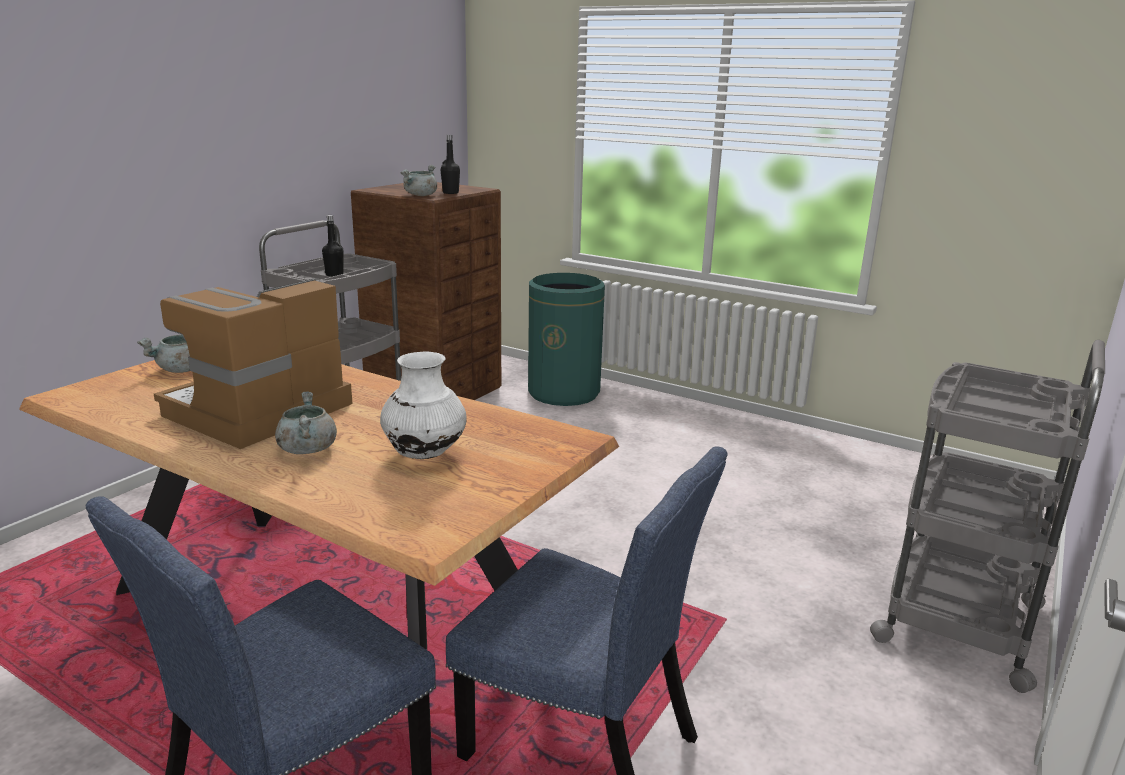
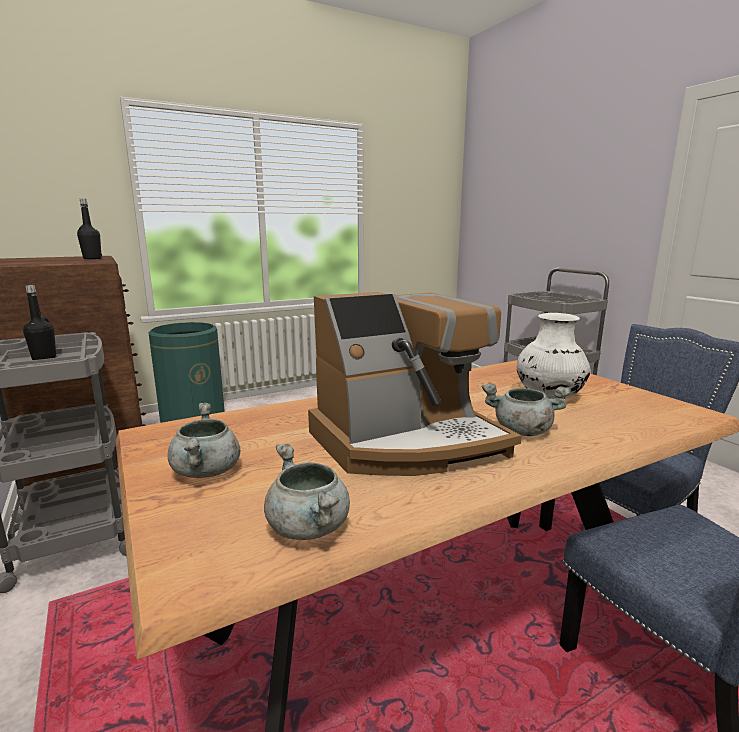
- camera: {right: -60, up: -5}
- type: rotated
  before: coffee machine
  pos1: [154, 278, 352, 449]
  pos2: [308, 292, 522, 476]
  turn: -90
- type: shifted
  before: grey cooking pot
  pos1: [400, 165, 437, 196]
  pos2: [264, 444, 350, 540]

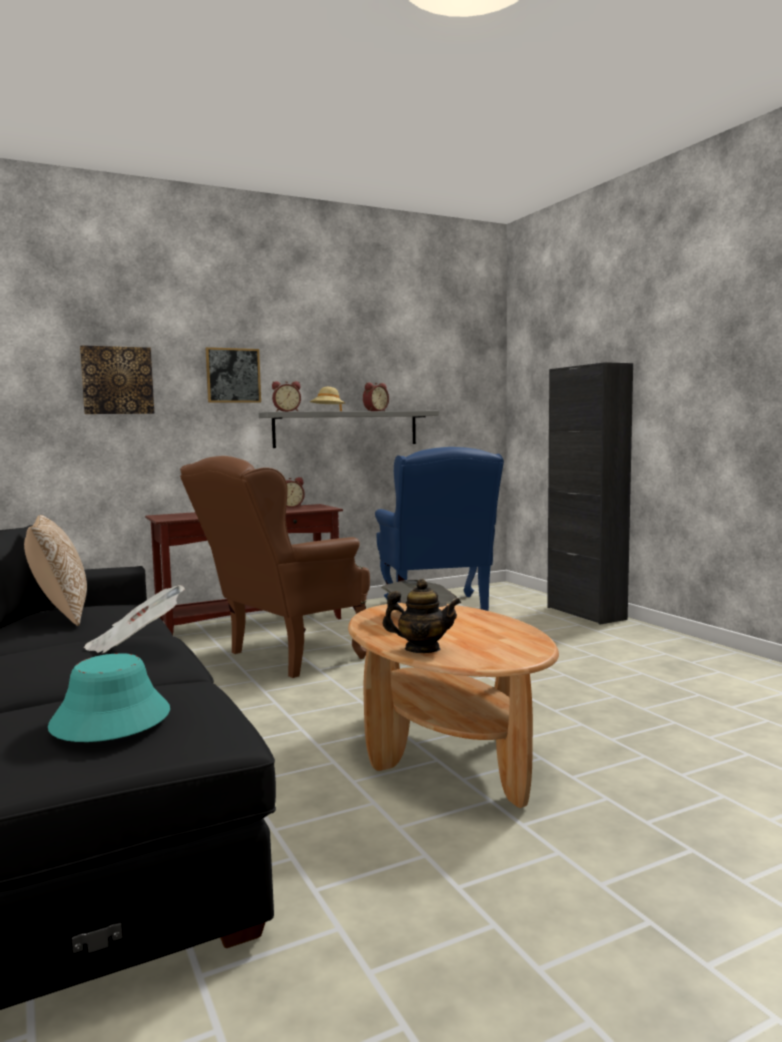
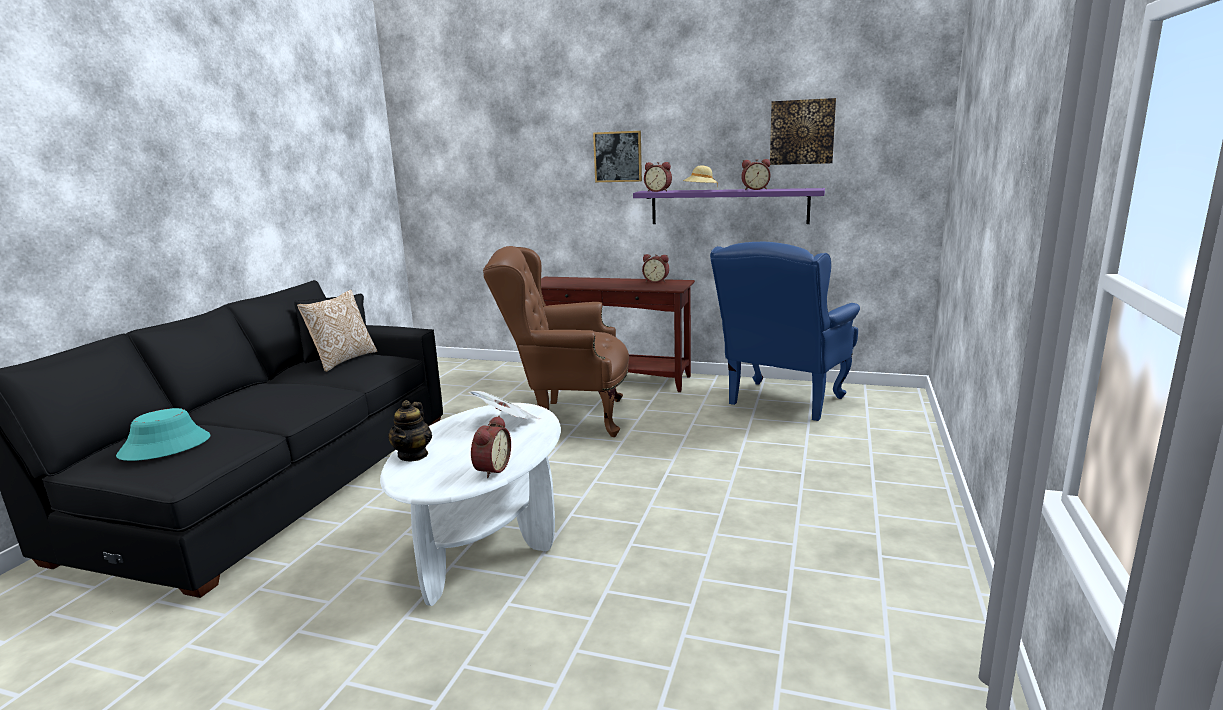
- camera: {right: 45, up: 10}
- type: shifted
  before: picture
  pos1: [80, 345, 154, 414]
  pos2: [770, 98, 836, 165]
- type: gone
  before: newspaper
  pos1: [84, 585, 185, 653]
- type: repainted
  before: grey shelf
  after: purple shelf
  pos1: [259, 411, 439, 448]
  pos2: [633, 188, 825, 224]
- type: repainted
  before: brown coffee table
  after: white coffee table
  pos1: [348, 603, 559, 808]
  pos2: [380, 403, 561, 606]
- type: rotated
  before: teapot
  pos1: [383, 579, 461, 653]
  pos2: [388, 400, 432, 461]
  turn: 45
- type: gone
  before: black cabinet
  pos1: [547, 362, 633, 625]
- type: new
  after: alarm clock
  pos2: [471, 416, 511, 478]

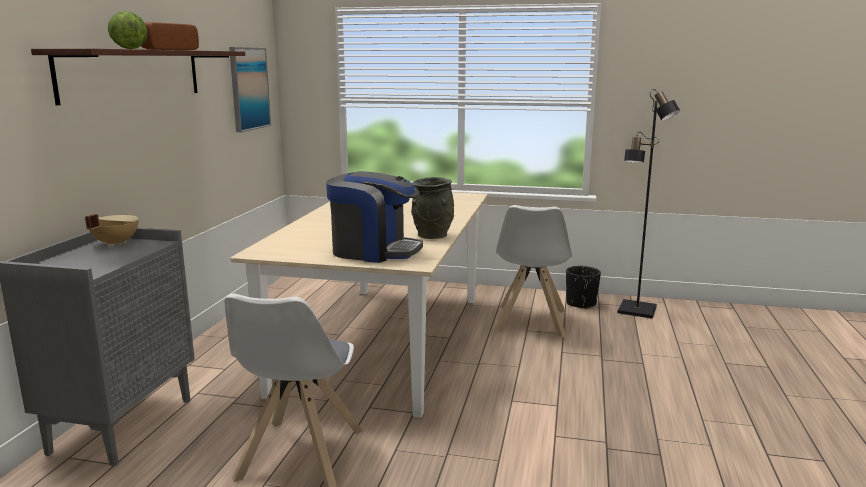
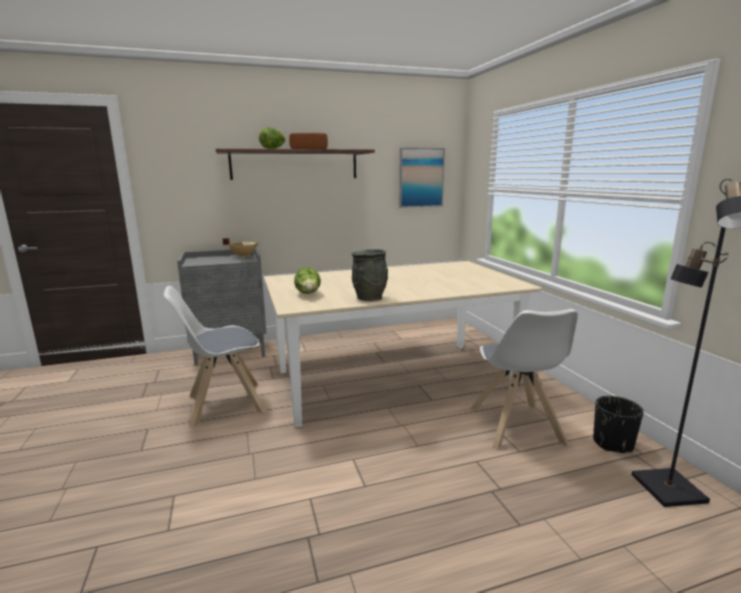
- camera: {right: 60, up: 0}
- type: swapped
  before: coffee machine
  after: lettuce
  pos1: [326, 171, 423, 263]
  pos2: [294, 267, 321, 294]
- type: rotated
  before: chair
  pos1: [494, 205, 572, 338]
  pos2: [470, 309, 578, 449]
  turn: -75

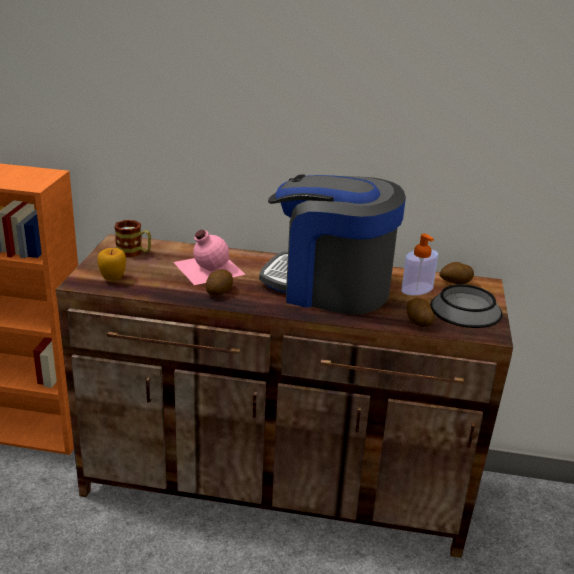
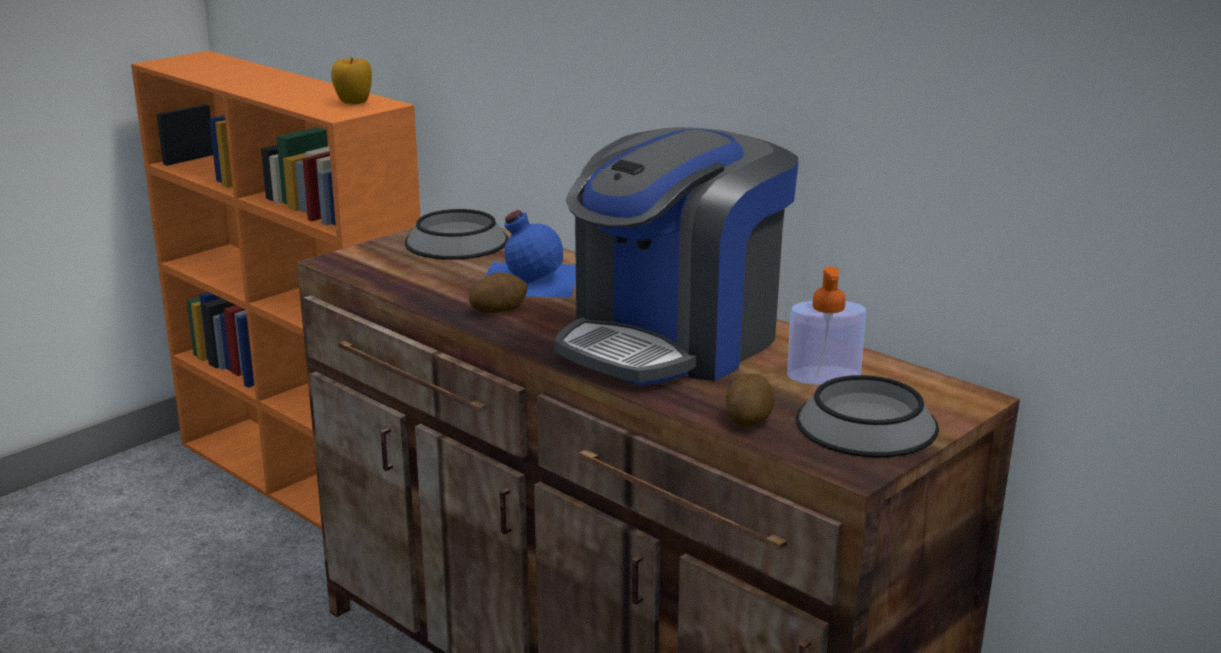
- camera: {right: 35, up: -5}
- type: shifted
  before: apple
  pos1: [97, 248, 126, 281]
  pos2: [331, 58, 372, 104]
- type: swapped
  before: mug
  after: bowl
  pos1: [114, 220, 151, 257]
  pos2: [405, 209, 508, 260]
- type: repainted
  before: pink bottle
  after: blue bottle
  pos1: [173, 230, 246, 285]
  pos2: [485, 210, 576, 298]
- type: rotated
  before: coffee machine
  pos1: [259, 174, 406, 315]
  pos2: [554, 127, 799, 385]
  turn: -105
- type: gone
  before: potato
  pos1: [439, 262, 474, 284]

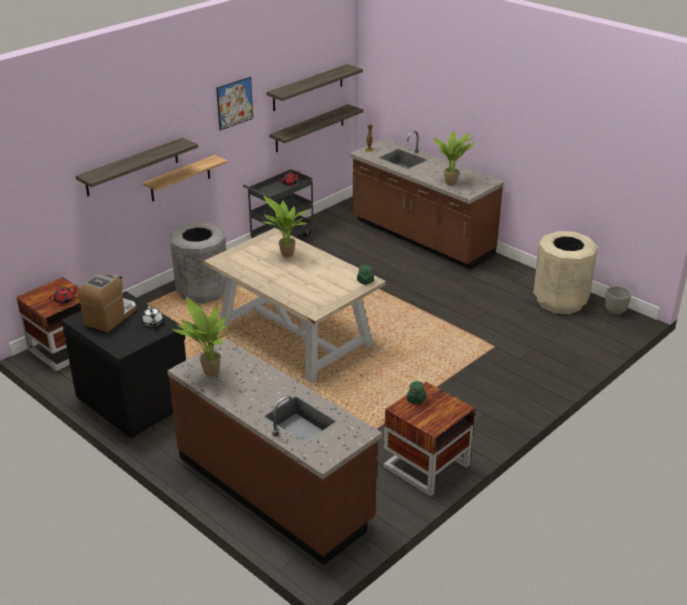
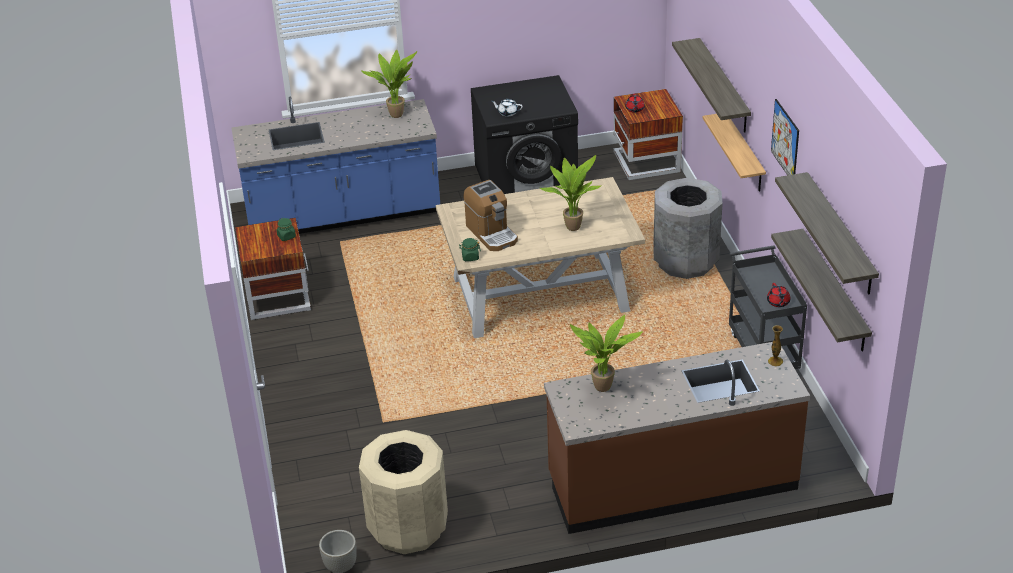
- camera: {right: 125, up: 5}
- type: shifted
  before: coffee machine
  pos1: [78, 274, 137, 332]
  pos2: [463, 180, 518, 251]
- type: repainted
  before: brown counter
  after: blue counter
  pos1: [167, 339, 382, 565]
  pos2: [231, 97, 440, 234]

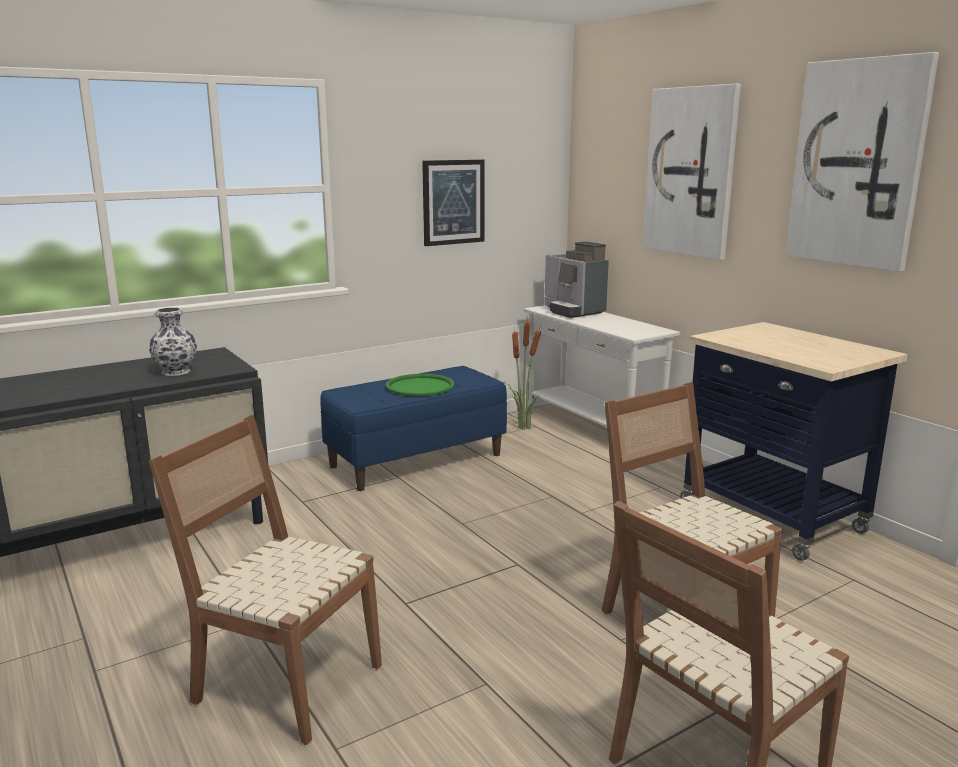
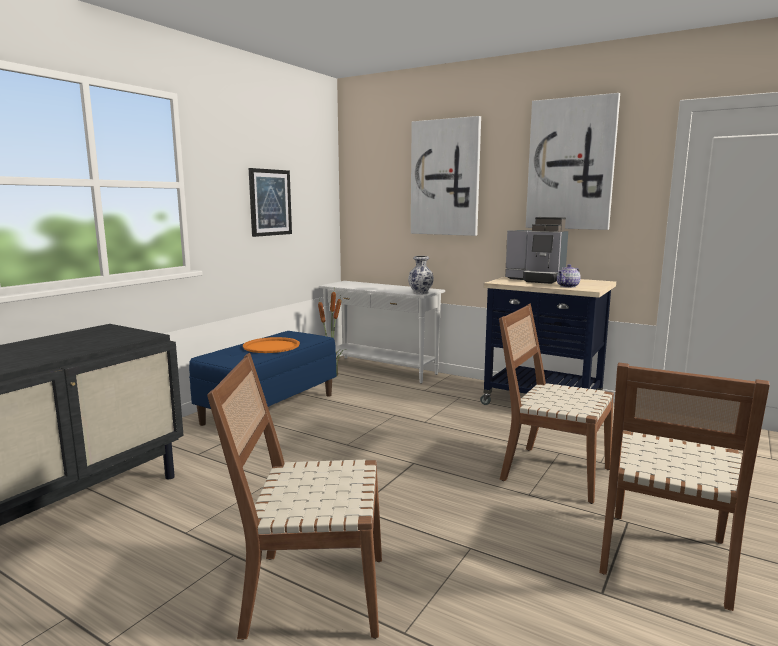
- camera: {right: -25, up: -5}
- type: shifted
  before: vase
  pos1: [149, 307, 197, 376]
  pos2: [408, 256, 434, 295]
- type: repainted
  before: green tray
  after: orange tray
  pos1: [386, 374, 454, 396]
  pos2: [243, 337, 300, 353]
- type: shifted
  before: coffee machine
  pos1: [544, 241, 609, 318]
  pos2: [505, 217, 568, 284]
- type: new
  after: teapot
  pos2: [557, 264, 581, 288]

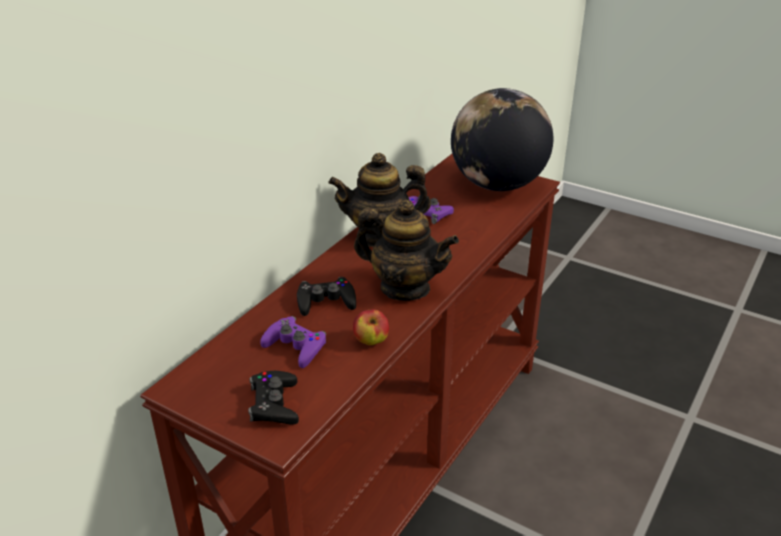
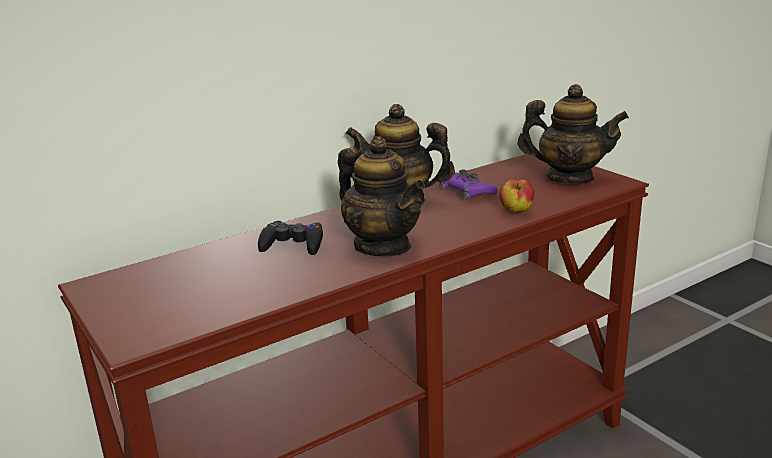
- camera: {right: 25, up: -10}
- type: gone
  before: black game controller
  pos1: [248, 371, 299, 425]
- type: gone
  before: purple game controller
  pos1: [260, 316, 326, 368]
- type: shifted
  before: apple
  pos1: [353, 309, 389, 345]
  pos2: [499, 178, 534, 213]
- type: swapped
  before: globe
  after: teapot
  pos1: [451, 88, 553, 191]
  pos2: [517, 84, 629, 184]

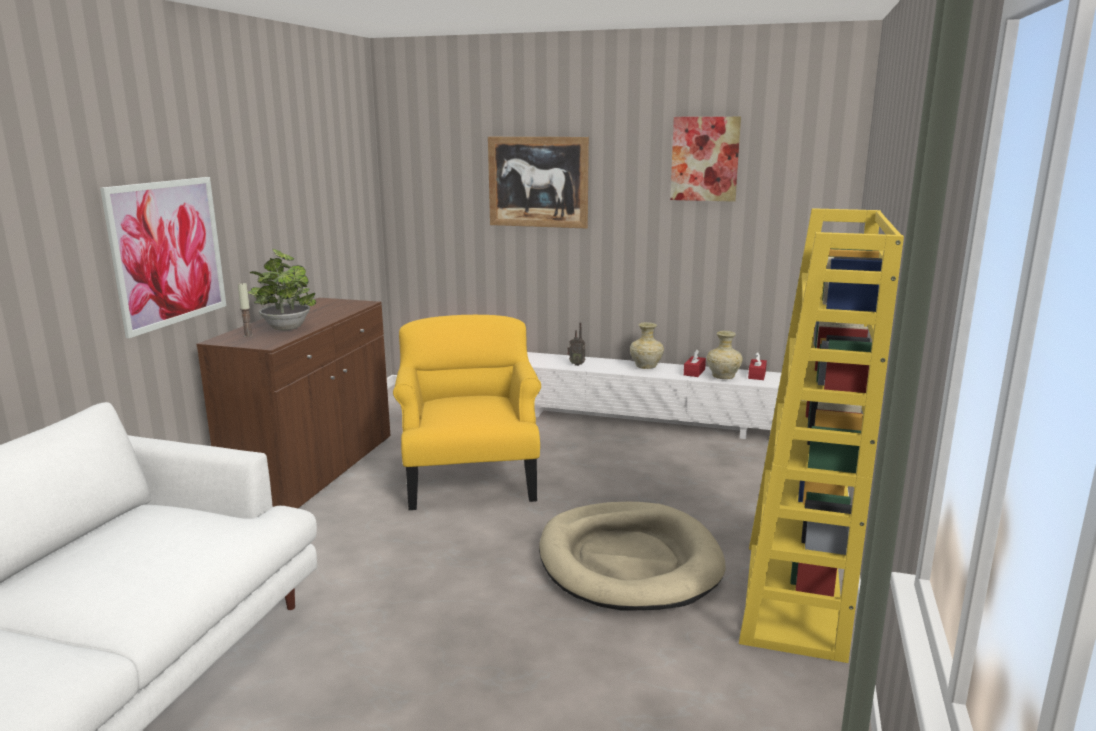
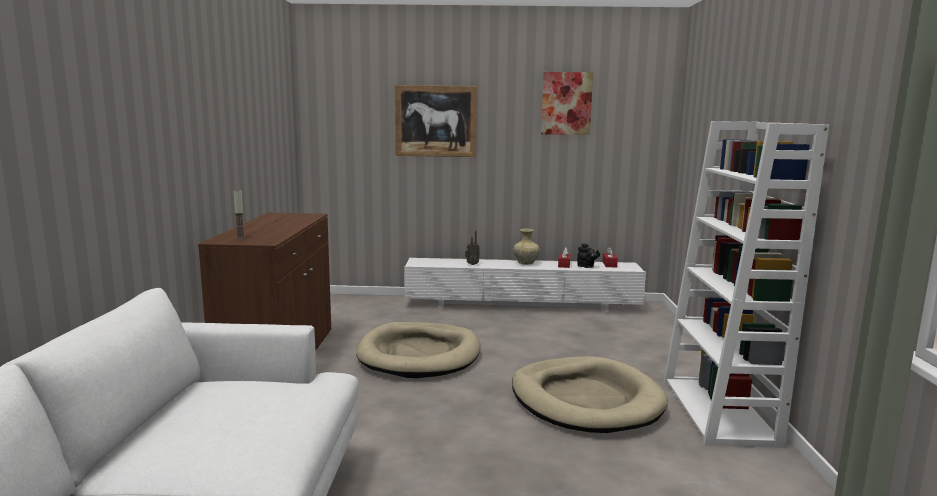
- camera: {right: -15, up: -5}
- type: gone
  before: picture
  pos1: [100, 177, 226, 338]
- type: gone
  before: potted plant
  pos1: [248, 249, 316, 330]
- type: swapped
  before: yellow armchair
  after: beige dog bed
  pos1: [393, 315, 541, 510]
  pos2: [356, 322, 480, 378]
- type: swapped
  before: beige vase
  after: black teapot
  pos1: [707, 331, 743, 379]
  pos2: [577, 243, 600, 268]
- type: repainted
  before: yellow bookcase
  after: white bookcase
  pos1: [739, 208, 904, 663]
  pos2: [663, 121, 829, 448]

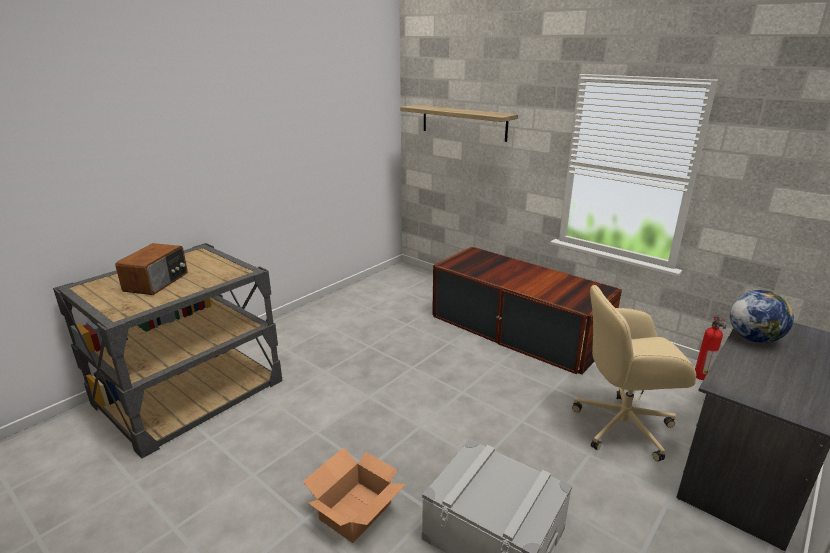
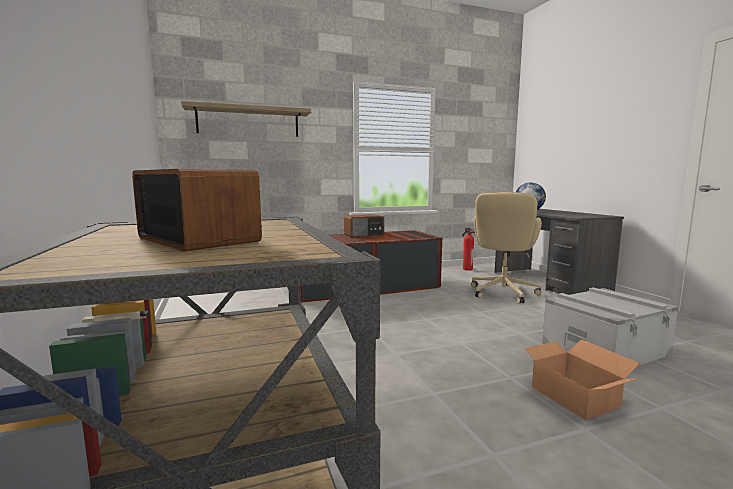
- camera: {right: -60, up: -15}
- type: new
  after: radio
  pos2: [344, 214, 384, 238]

